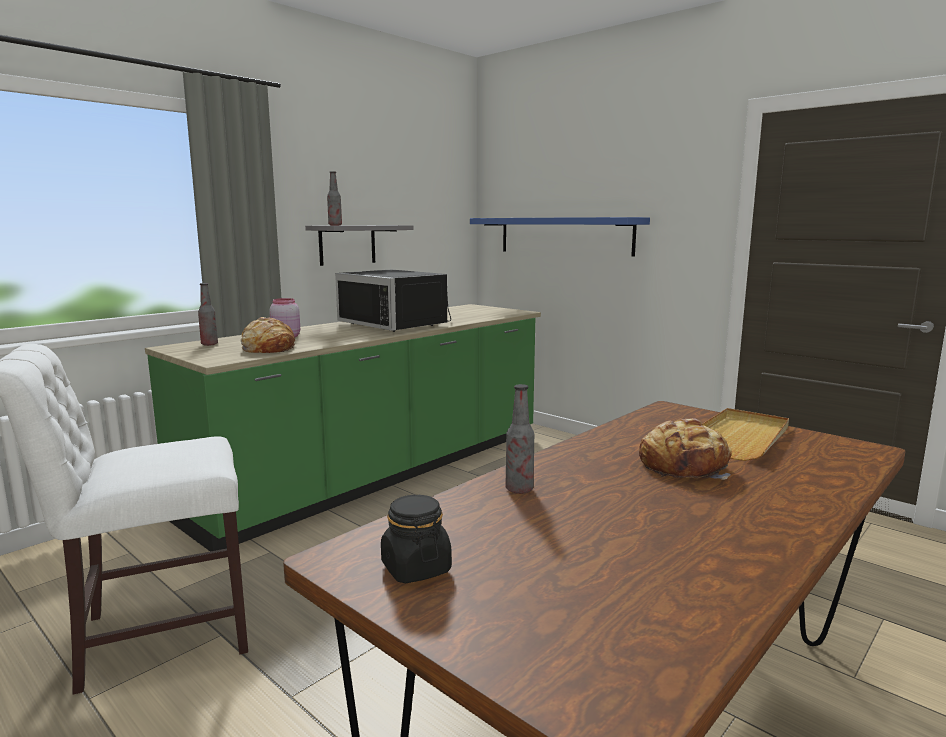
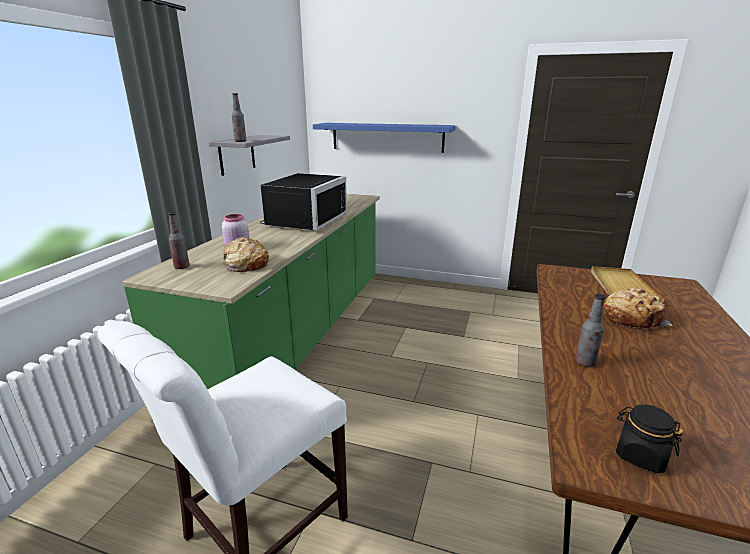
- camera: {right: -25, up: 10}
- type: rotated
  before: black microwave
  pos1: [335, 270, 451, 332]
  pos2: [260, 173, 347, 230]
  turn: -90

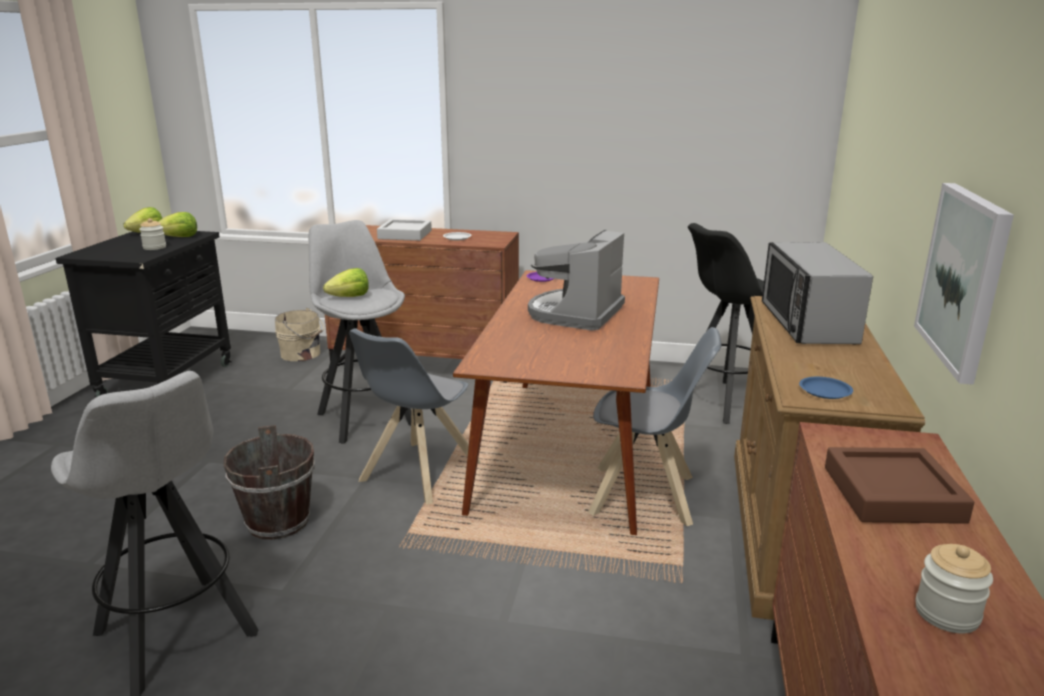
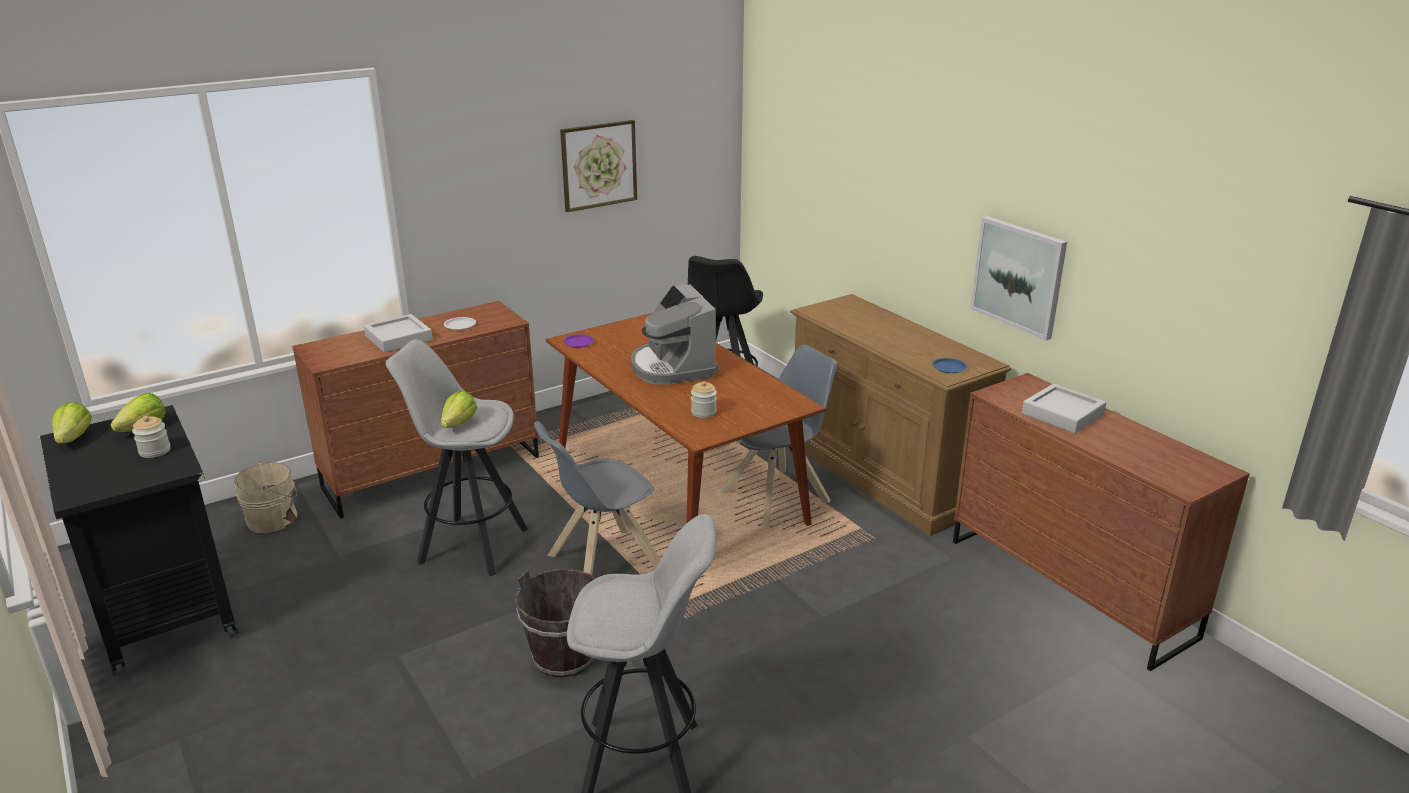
- camera: {right: -45, up: 5}
- type: rotated
  before: grey chair
  pos1: [349, 328, 481, 505]
  pos2: [533, 421, 661, 575]
  turn: 75
- type: gone
  before: microwave
  pos1: [762, 242, 873, 345]
- type: repainted
  before: brown tray
  after: grey tray
  pos1: [825, 447, 974, 524]
  pos2: [1022, 384, 1106, 433]
- type: shifted
  before: jar
  pos1: [915, 544, 993, 634]
  pos2: [691, 381, 717, 418]
- type: new
  after: picture
  pos2: [560, 120, 637, 212]

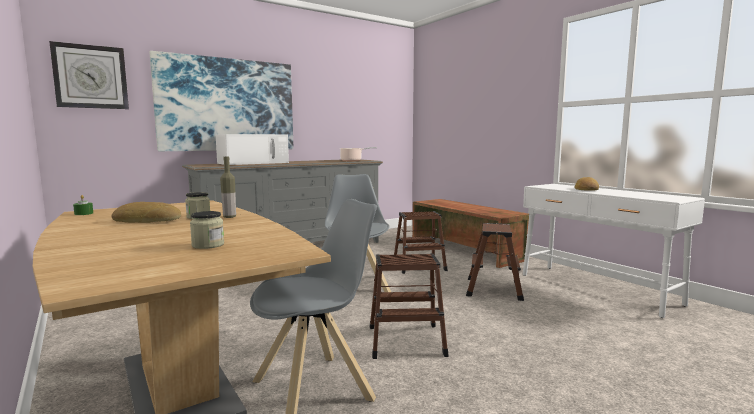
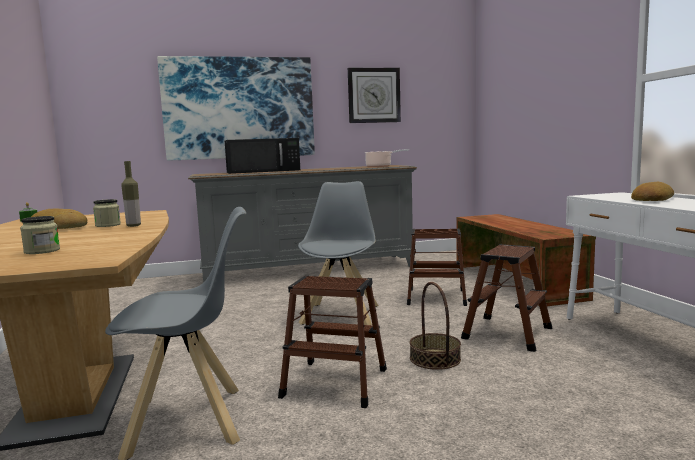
- camera: {right: 20, up: 0}
- type: shifted
  before: wall clock
  pos1: [49, 41, 129, 109]
  pos2: [348, 68, 401, 123]
- type: repainted
  before: white microwave
  after: black microwave
  pos1: [216, 134, 289, 165]
  pos2: [225, 138, 300, 174]
- type: new
  after: basket
  pos2: [409, 282, 461, 370]

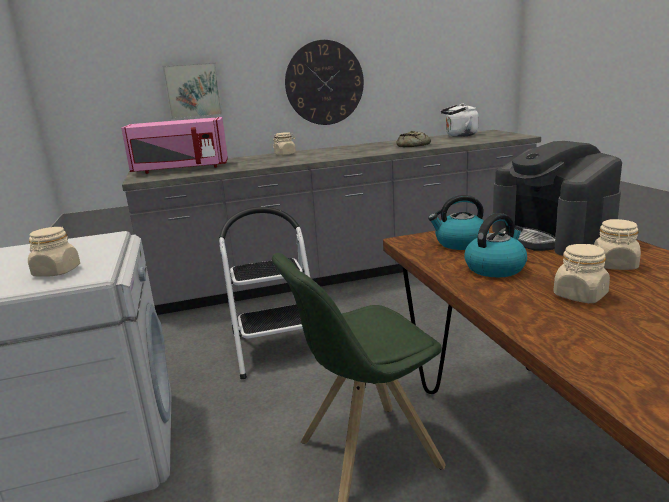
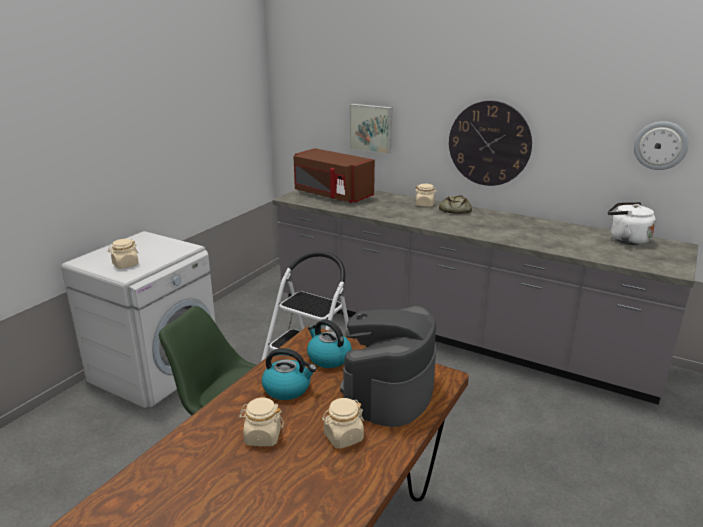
- camera: {right: 45, up: 5}
- type: repainted
  before: pink microwave
  after: brown microwave
  pos1: [121, 117, 228, 174]
  pos2: [293, 148, 375, 203]
- type: shifted
  before: bread
  pos1: [396, 131, 431, 147]
  pos2: [439, 195, 472, 214]
- type: new
  after: wall clock
  pos2: [634, 121, 689, 170]

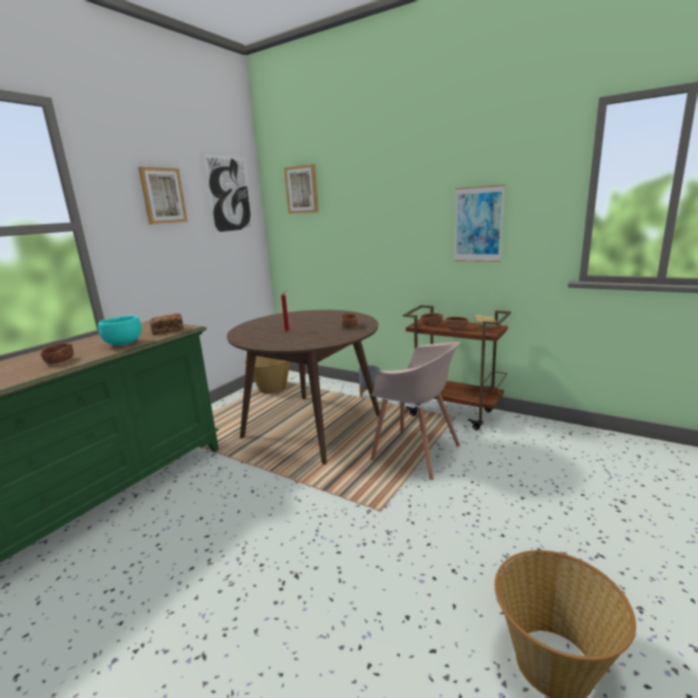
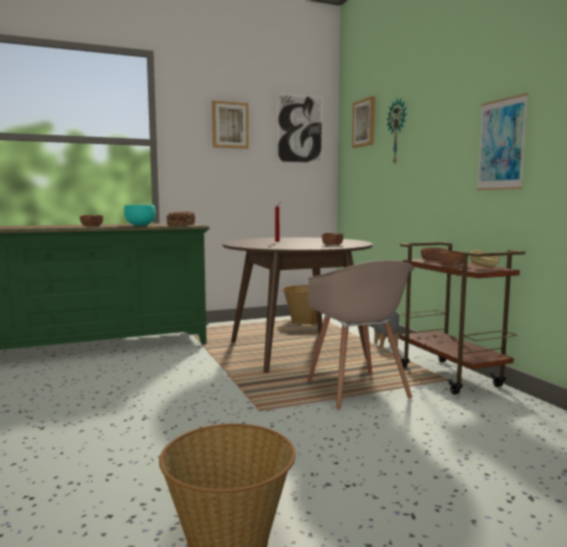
- camera: {right: 35, up: -10}
- type: new
  after: wall clock
  pos2: [386, 99, 407, 164]

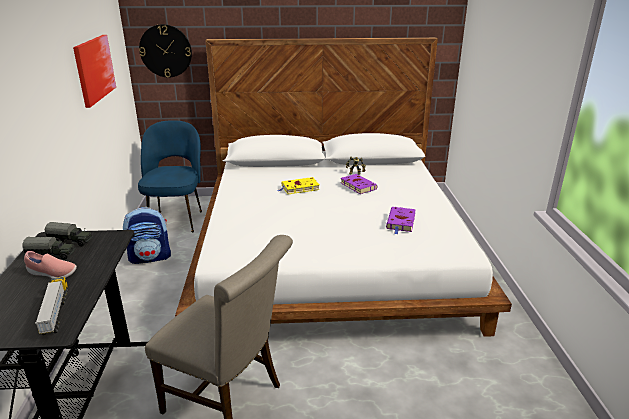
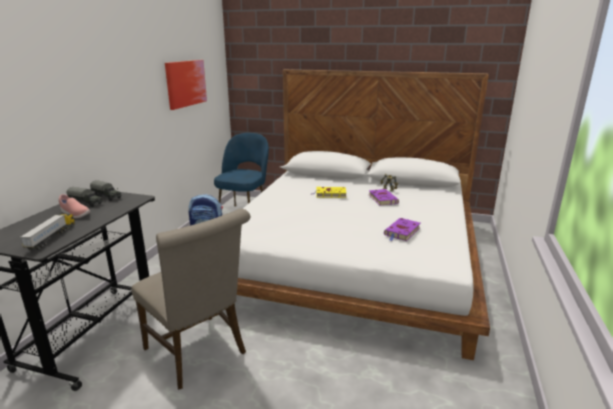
- camera: {right: 20, up: -5}
- type: gone
  before: wall clock
  pos1: [139, 24, 192, 78]

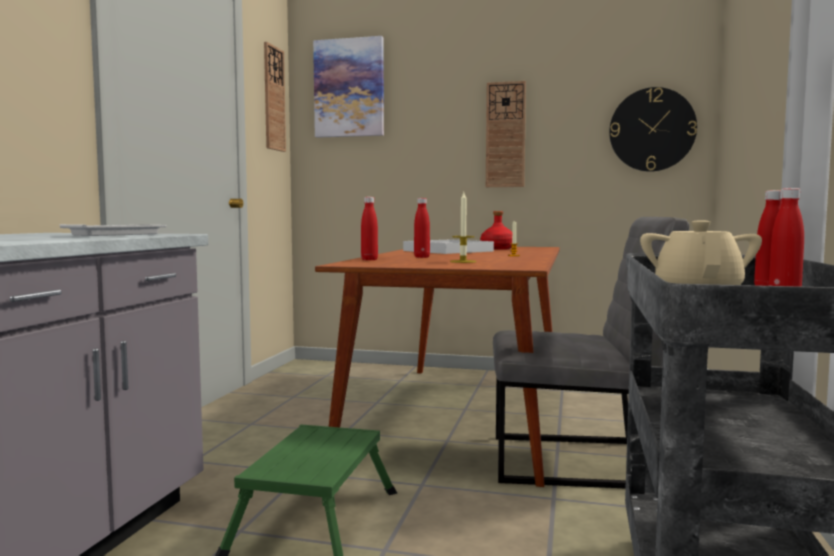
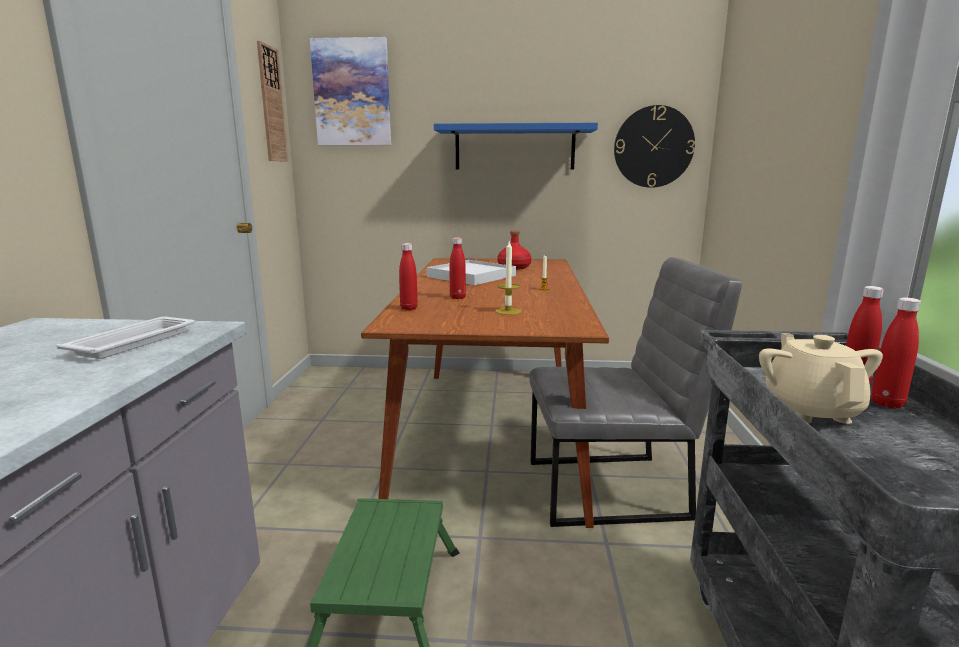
- camera: {right: -10, up: 10}
- type: swapped
  before: wall clock
  after: blue shelf
  pos1: [486, 81, 526, 187]
  pos2: [434, 123, 598, 170]

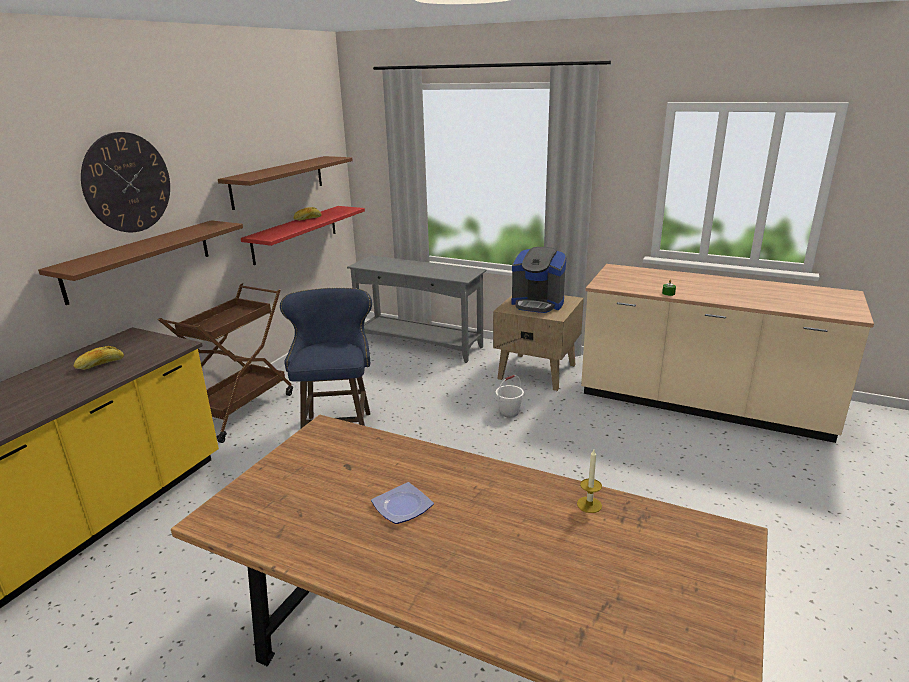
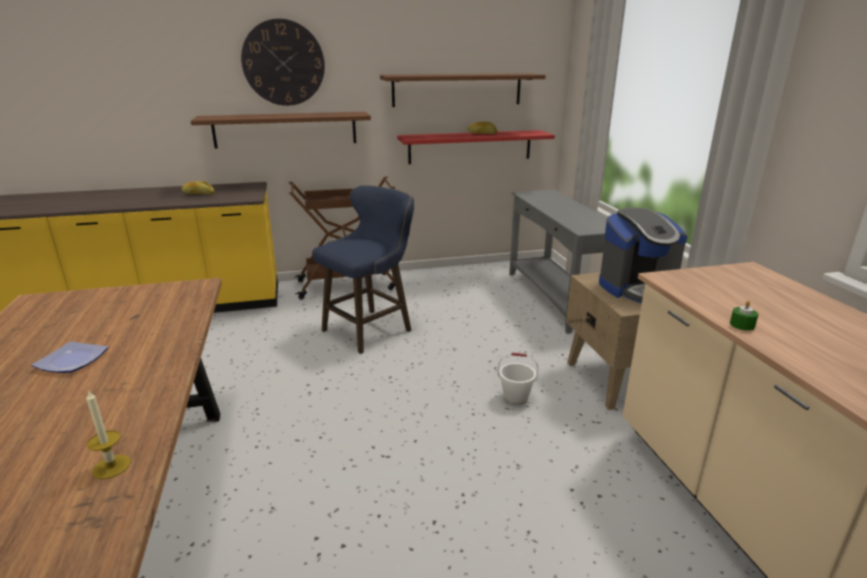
- camera: {right: 50, up: 0}
- type: rotated
  before: coffee machine
  pos1: [511, 247, 566, 313]
  pos2: [599, 208, 687, 303]
  turn: -90

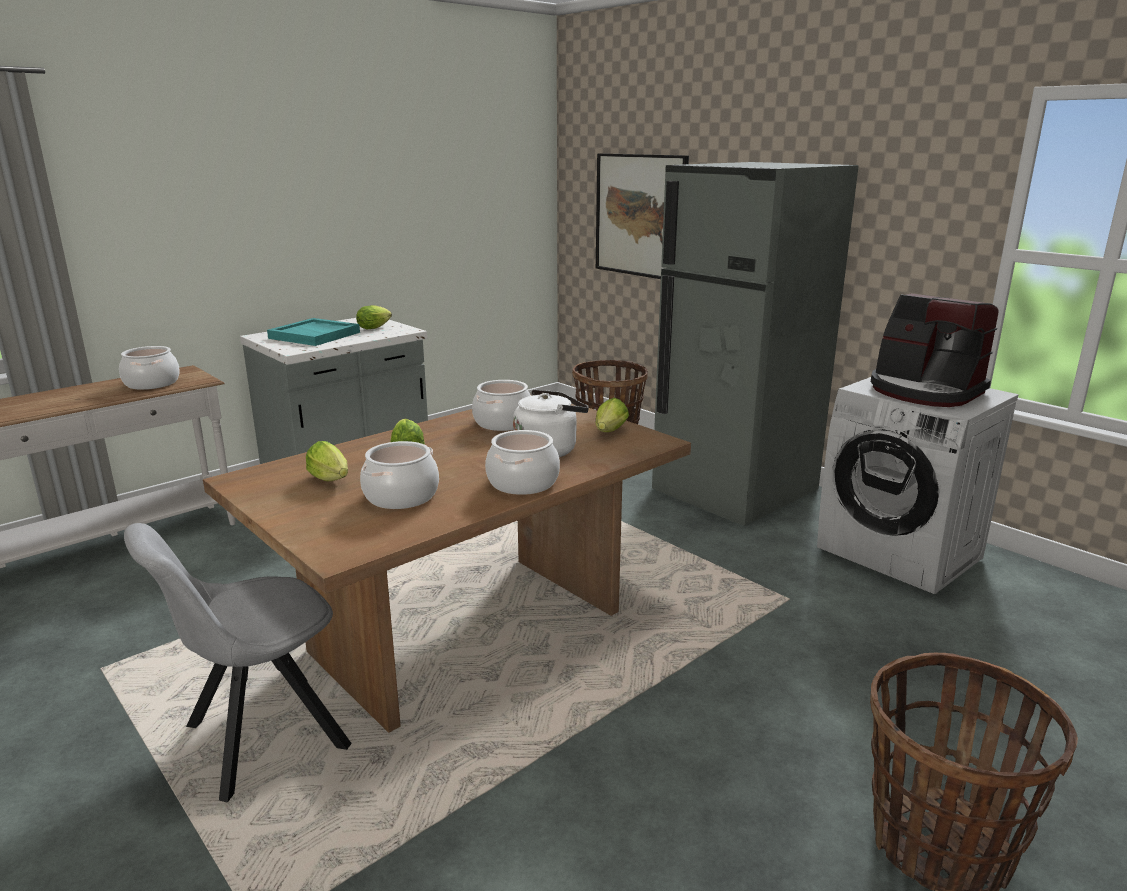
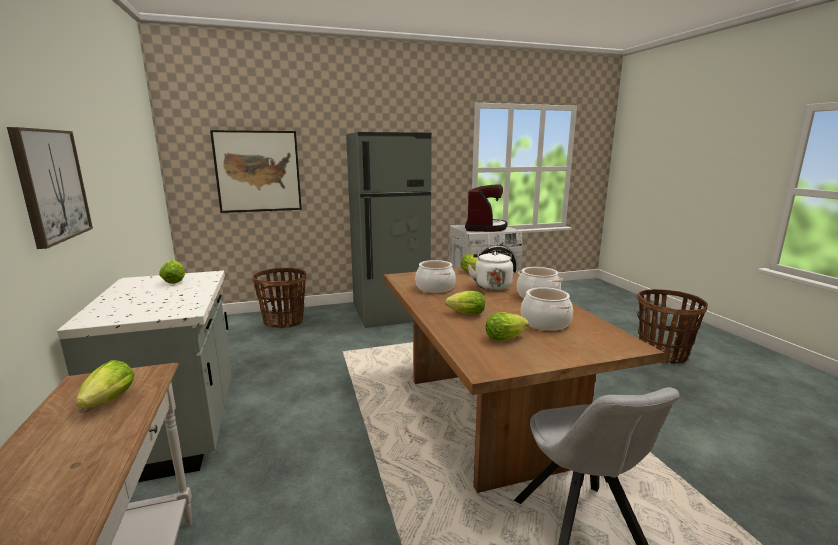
- camera: {right: -65, up: -5}
- type: swapped
  before: cooking pot
  after: lettuce
  pos1: [119, 346, 180, 390]
  pos2: [76, 360, 134, 408]
- type: gone
  before: turquoise tray
  pos1: [267, 318, 360, 346]
- type: rotated
  before: coffee machine
  pos1: [871, 293, 998, 407]
  pos2: [465, 184, 508, 232]
  turn: -60
- type: new
  after: picture
  pos2: [7, 127, 93, 249]

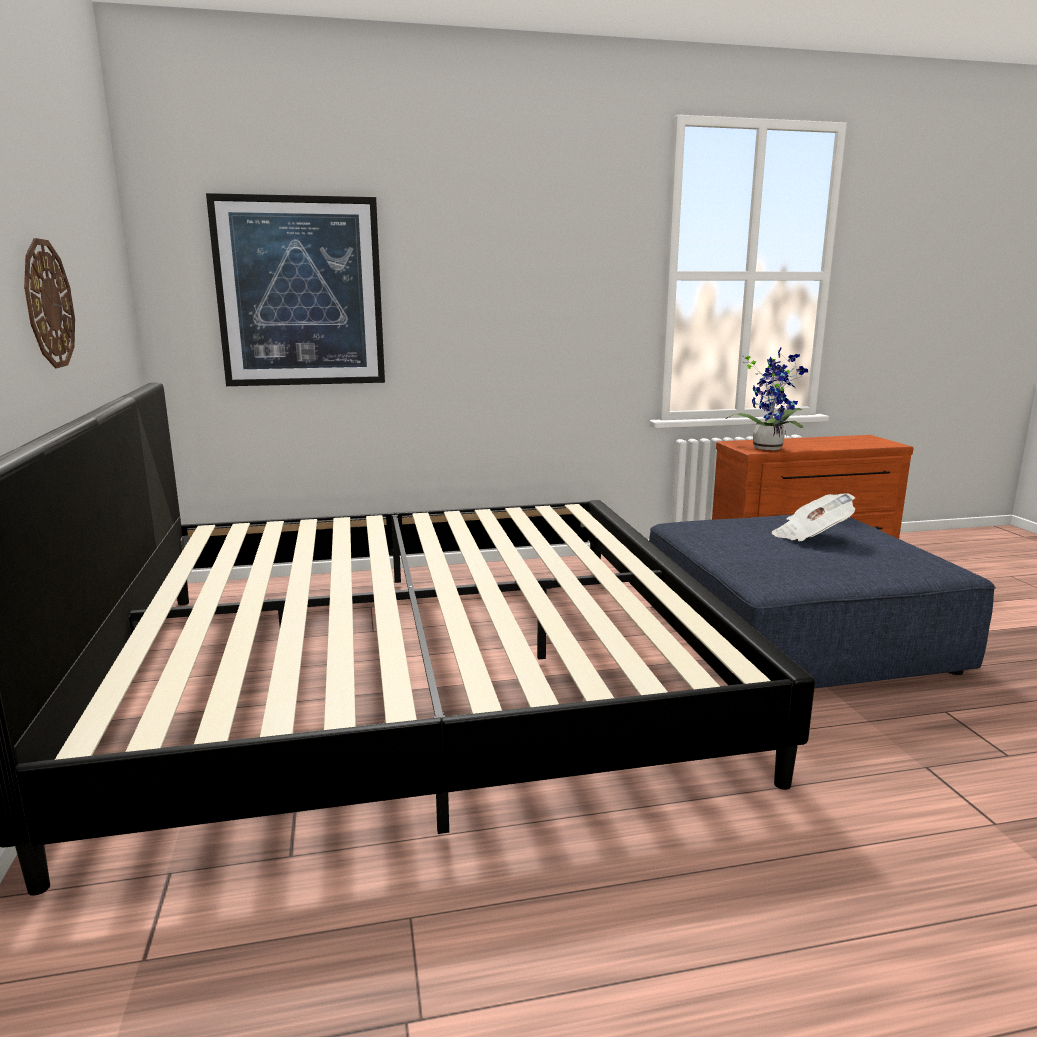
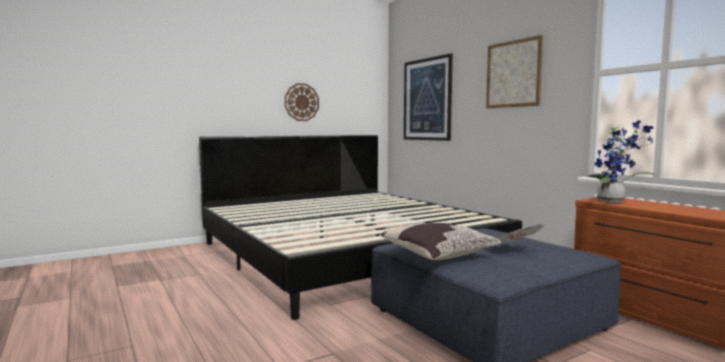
- camera: {right: 70, up: -10}
- type: new
  after: pillow
  pos2: [379, 223, 501, 260]
- type: new
  after: picture
  pos2: [486, 35, 543, 109]

